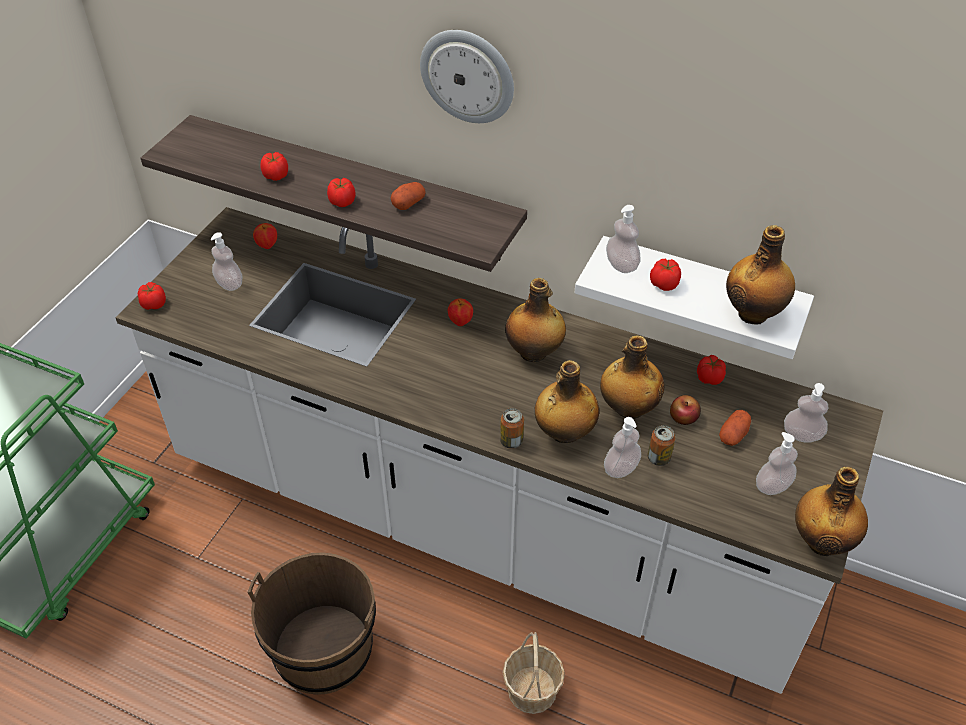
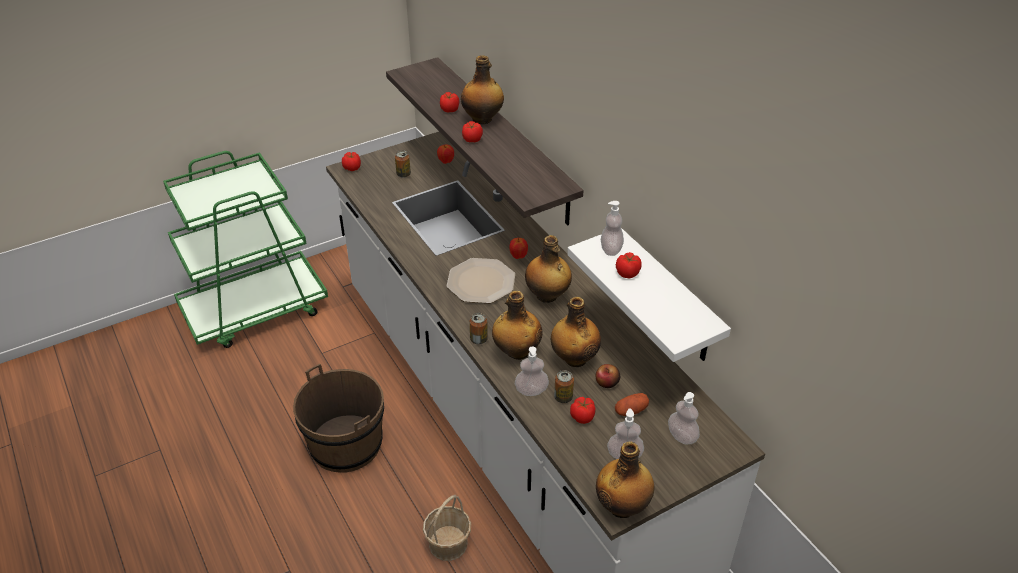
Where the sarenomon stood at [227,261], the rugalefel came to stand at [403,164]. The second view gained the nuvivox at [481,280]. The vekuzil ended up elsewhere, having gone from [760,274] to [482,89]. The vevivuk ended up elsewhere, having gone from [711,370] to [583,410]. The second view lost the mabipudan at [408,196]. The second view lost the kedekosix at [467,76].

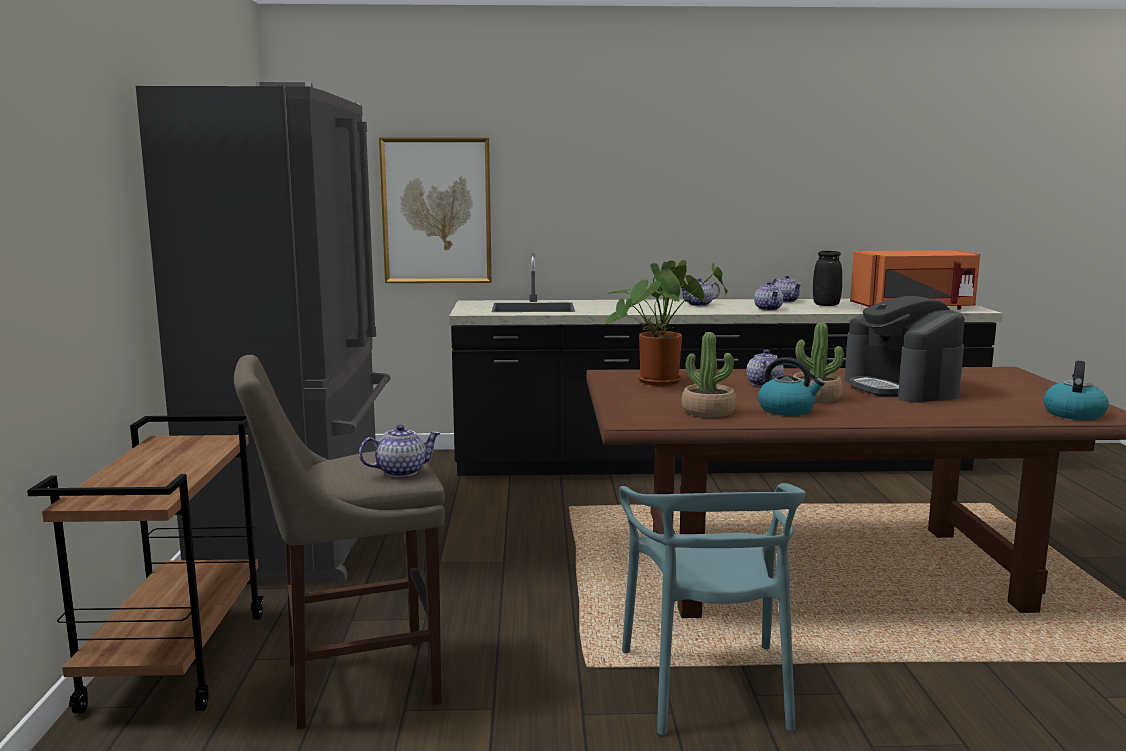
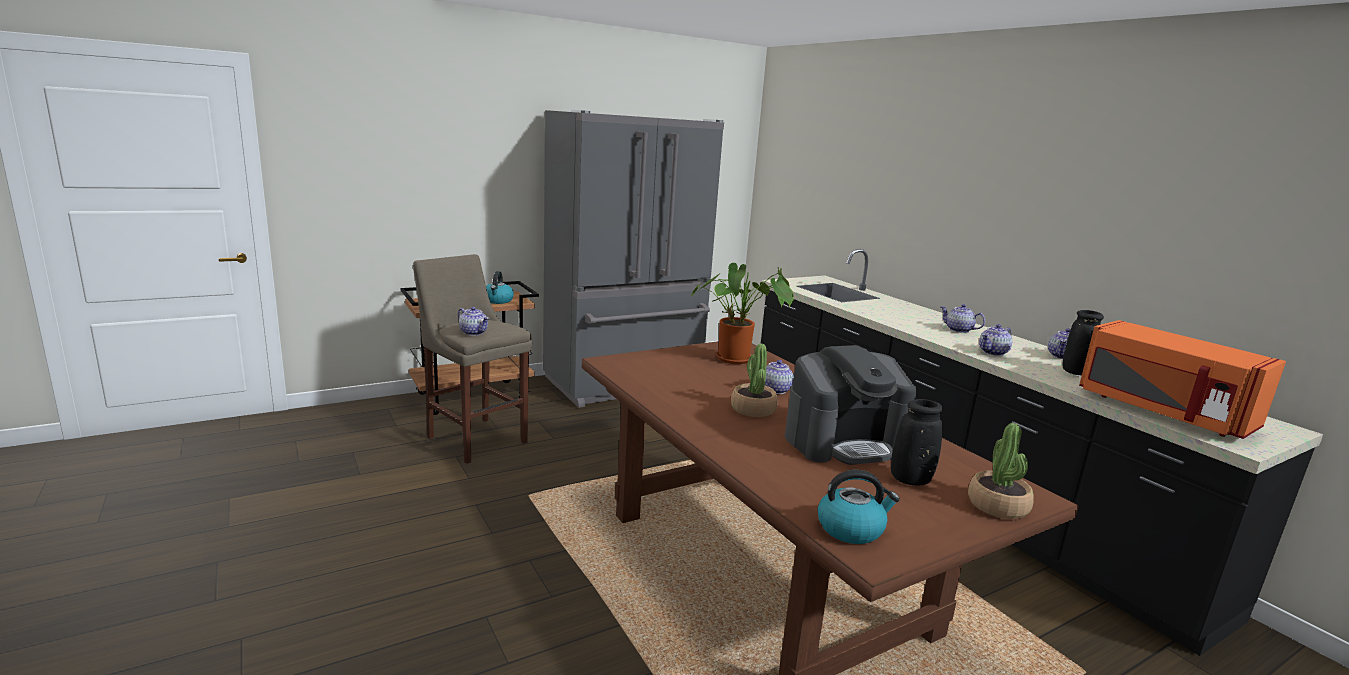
The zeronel ended up elsewhere, having gone from [791,386] to [500,287]. The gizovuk at [905,349] ended up facing another way, 150 degrees counterclockwise from before. The second view gained the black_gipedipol at [917,442]. The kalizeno ended up elsewhere, having gone from [708,374] to [1001,471]. The second view lost the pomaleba at [435,210]. The second view lost the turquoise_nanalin at [712,609].

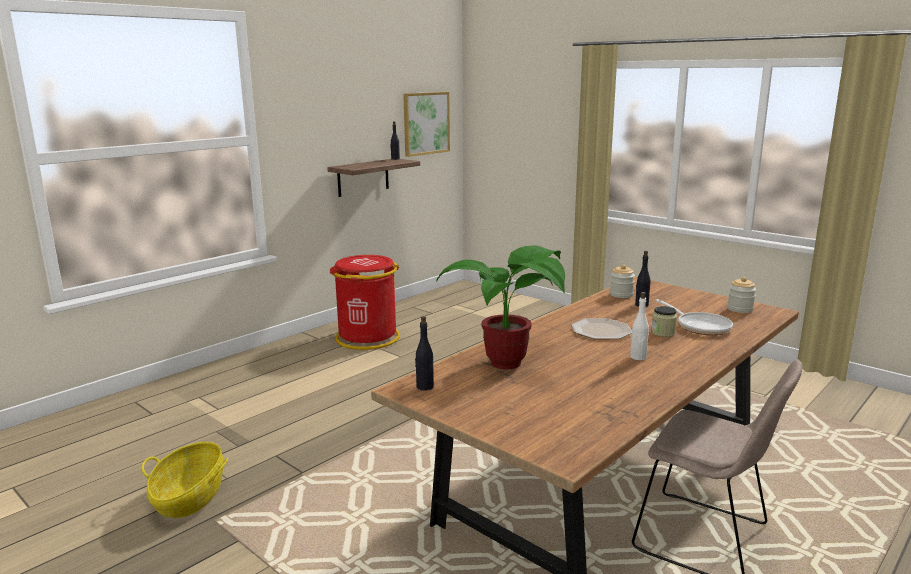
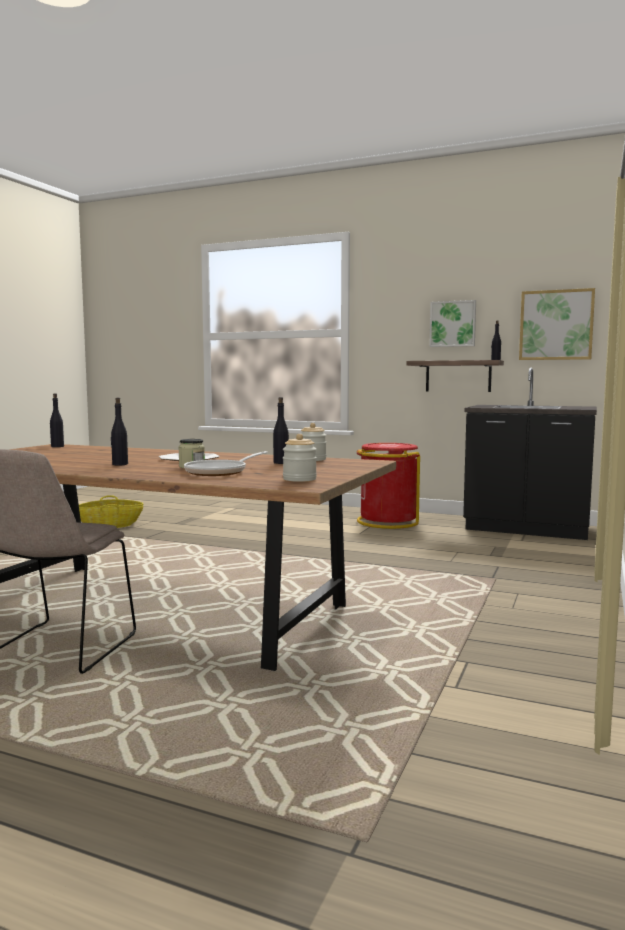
What was the white_vekuzil at [639,326] turned into the black_vekuzil at [119,432]. The second view gained the pomaleba at [452,323]. The second view gained the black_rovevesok at [530,453]. The second view lost the kalizeno at [500,307].

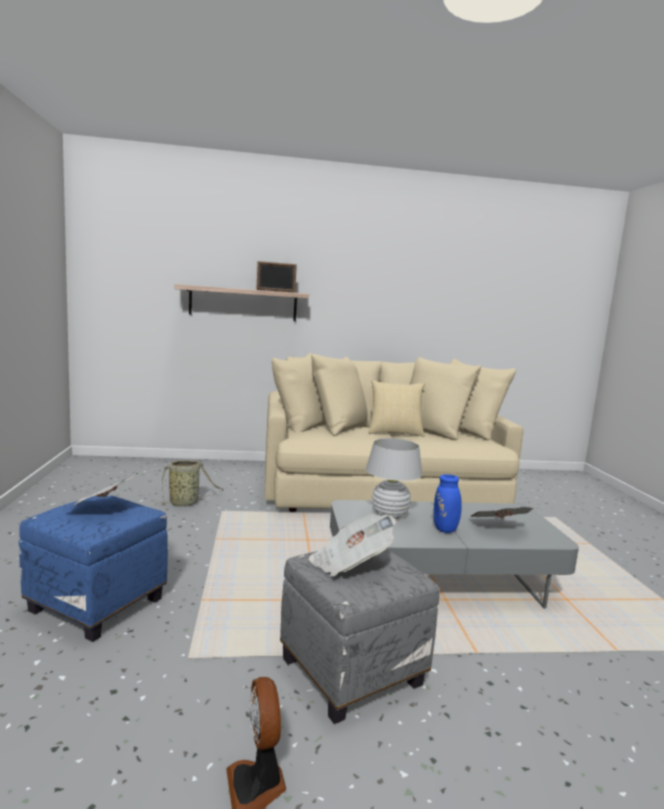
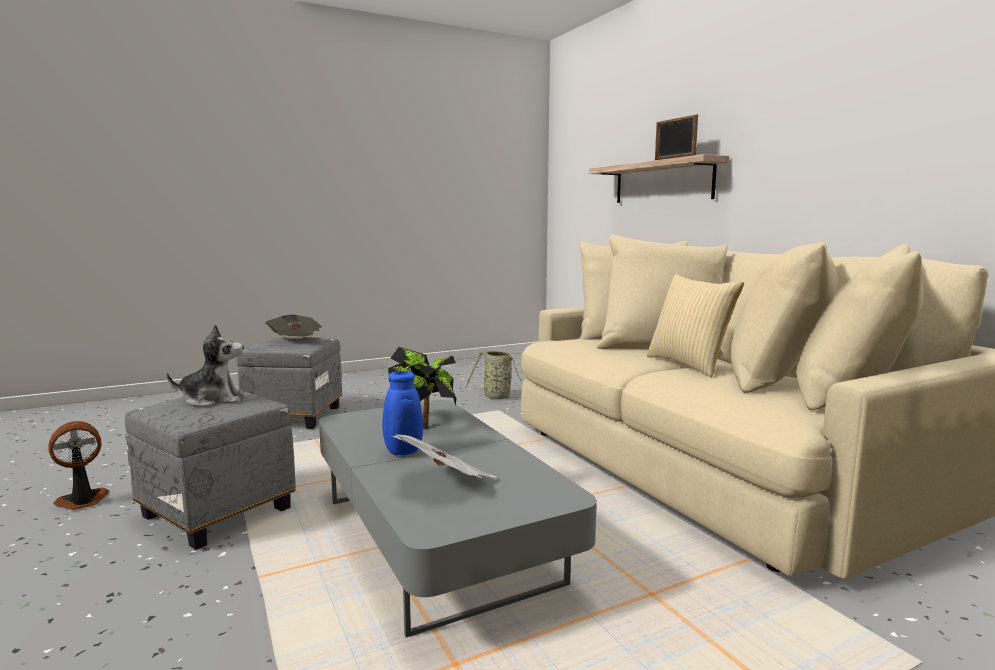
Where the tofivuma stood at [352,545], the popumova came to stand at [205,365]. What was the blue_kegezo at [93,568] turned into the grey_kegezo at [289,383]. Where the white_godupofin stood at [394,478], the kalizeno came to stand at [422,388].

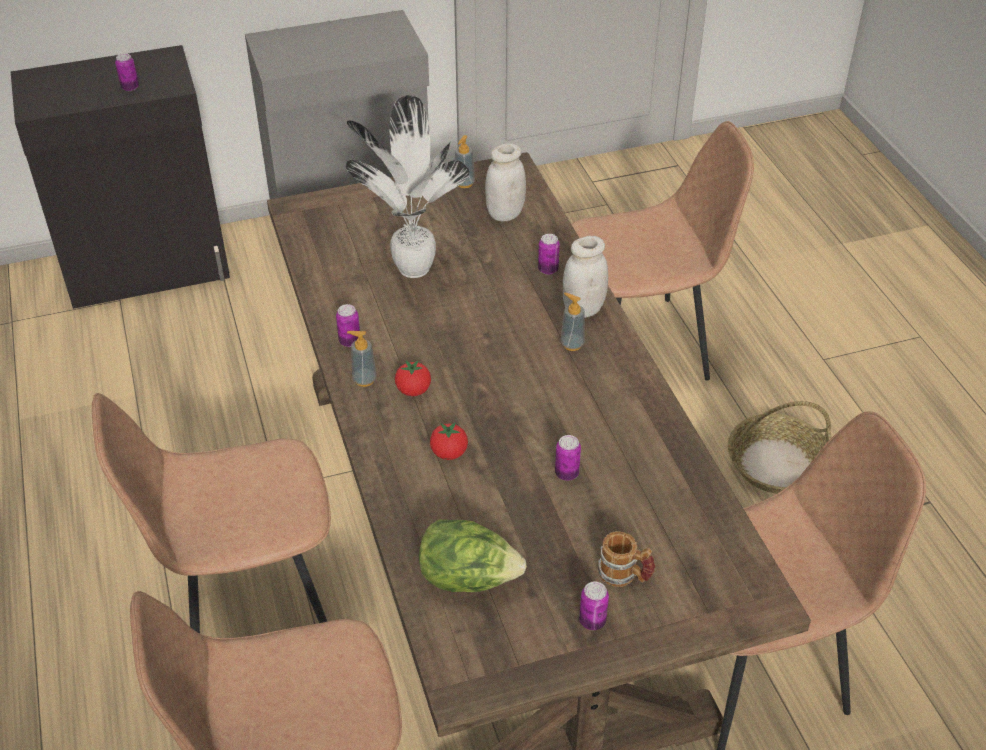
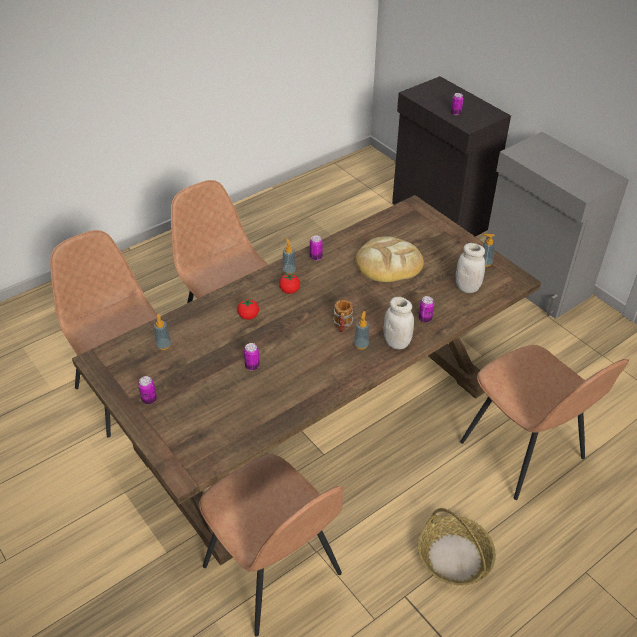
Where the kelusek stood at [473,555], the sarenomon came to stand at [162,332]. The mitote ended up elsewhere, having gone from [626,559] to [343,316]. Where the kalizeno stood at [407,186], the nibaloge came to stand at [390,259].

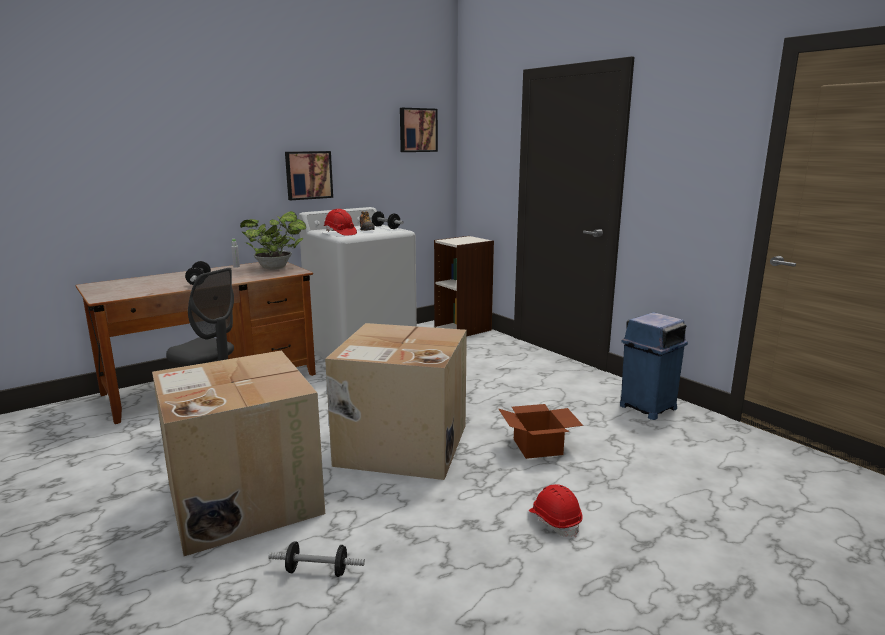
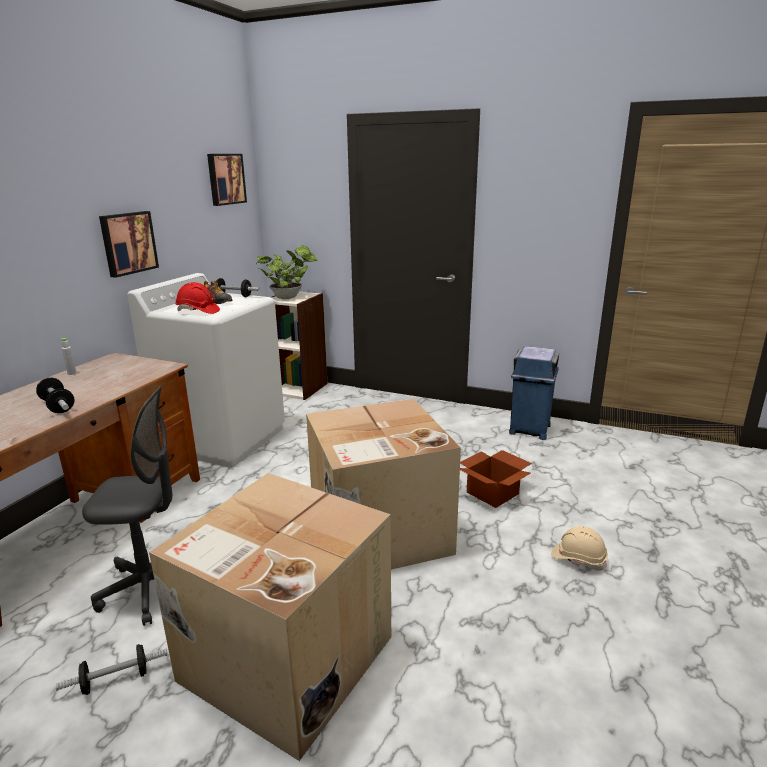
The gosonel ended up elsewhere, having gone from [317,559] to [111,669]. The kalizeno ended up elsewhere, having gone from [273,240] to [287,272]. What was the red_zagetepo at [556,510] turned into the beige_zagetepo at [579,548].

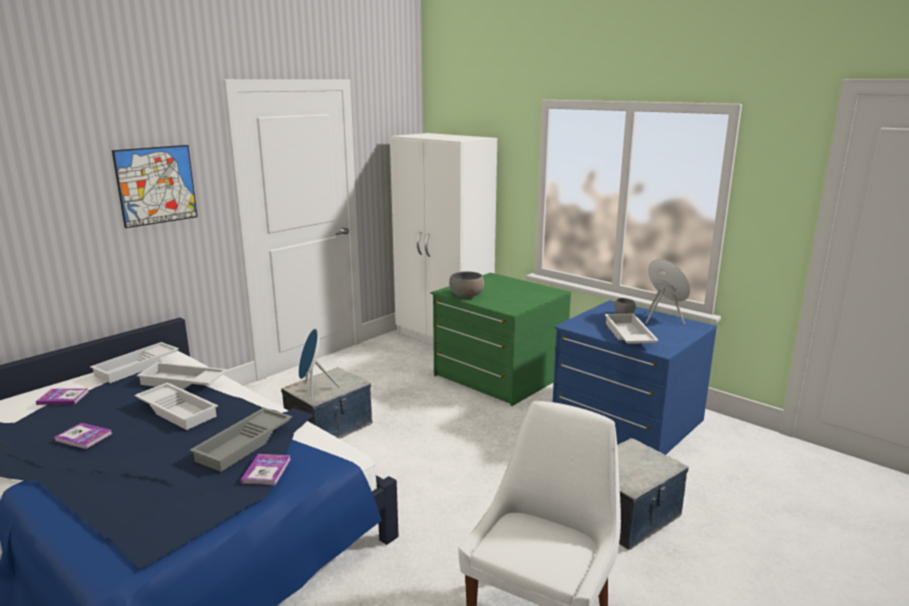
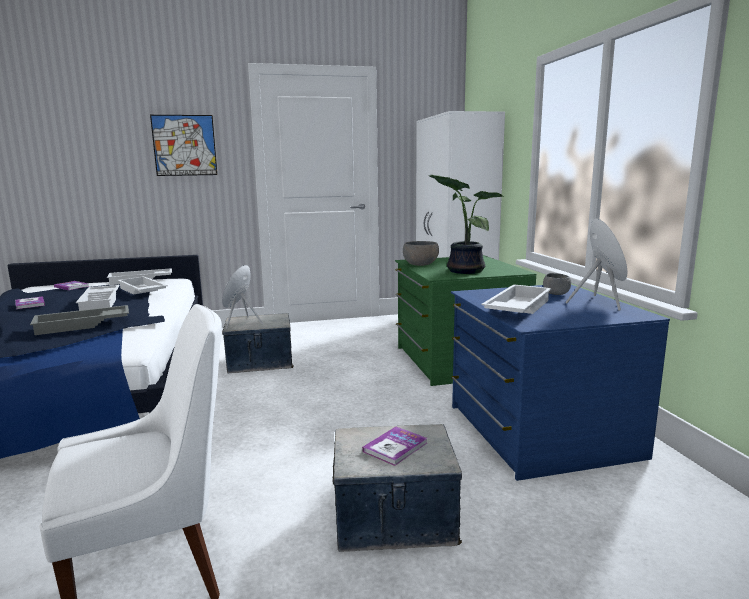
The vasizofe ended up elsewhere, having gone from [266,469] to [394,446]. The second view gained the kalizeno at [466,224].

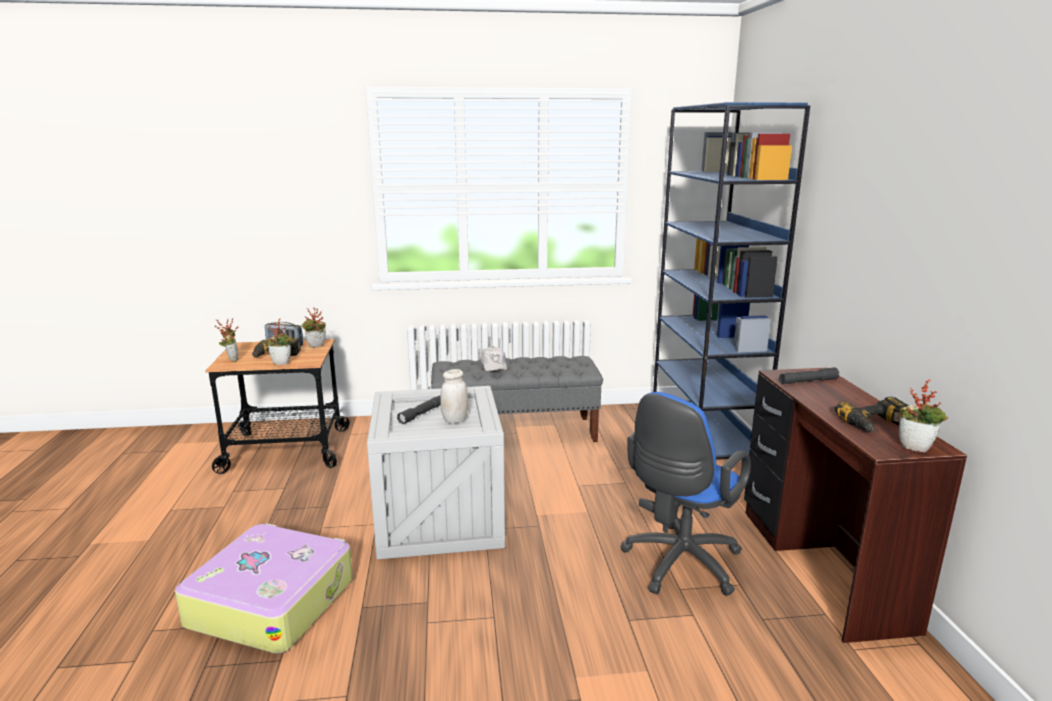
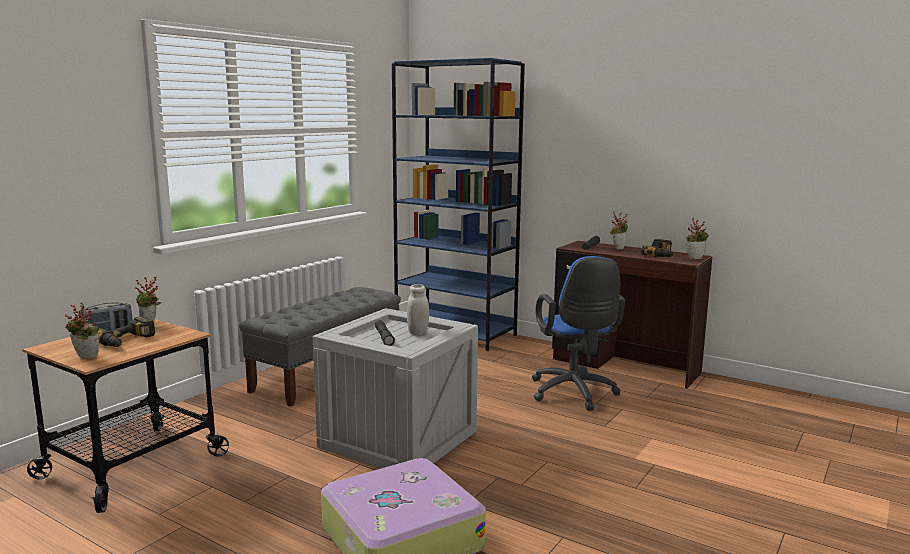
The kalizeno ended up elsewhere, having gone from [280,341] to [619,230]. The second view lost the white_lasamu at [494,359].

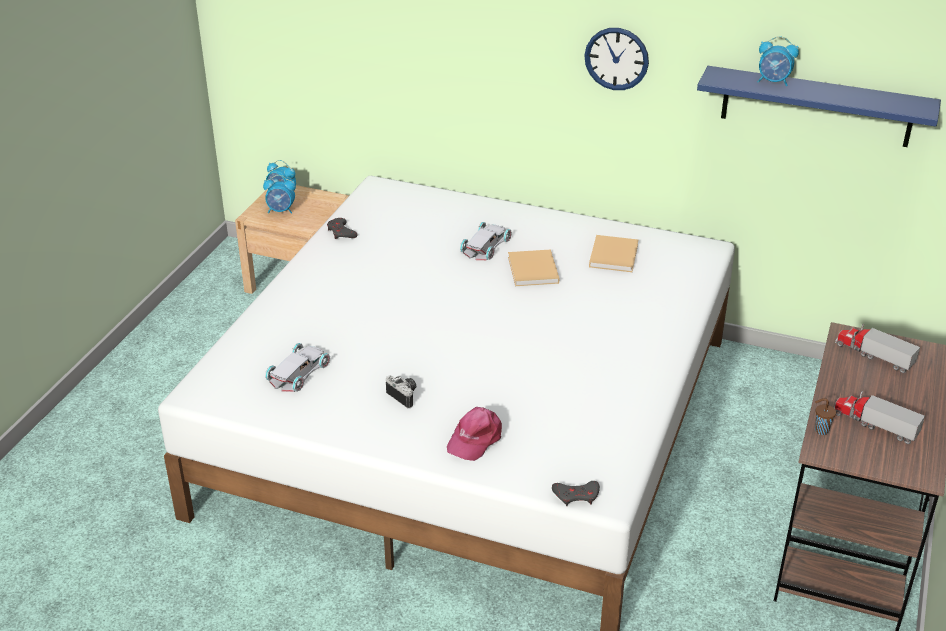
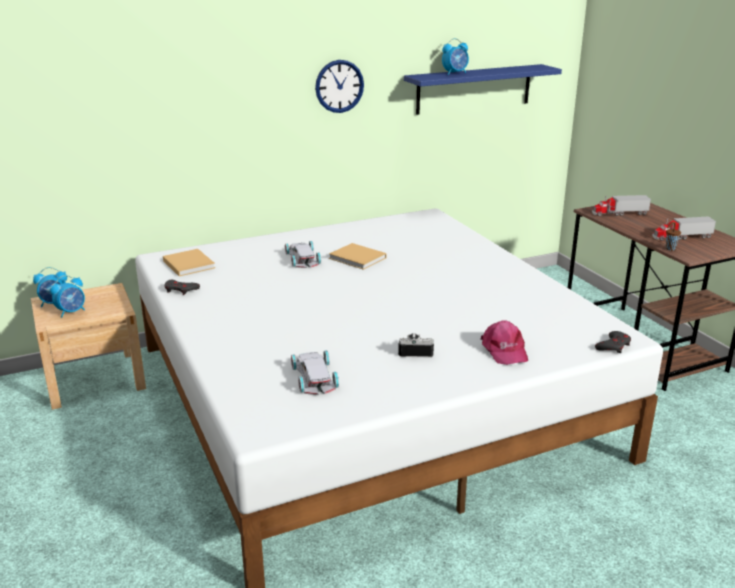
The beige_vasizofe ended up elsewhere, having gone from [613,253] to [189,262].

